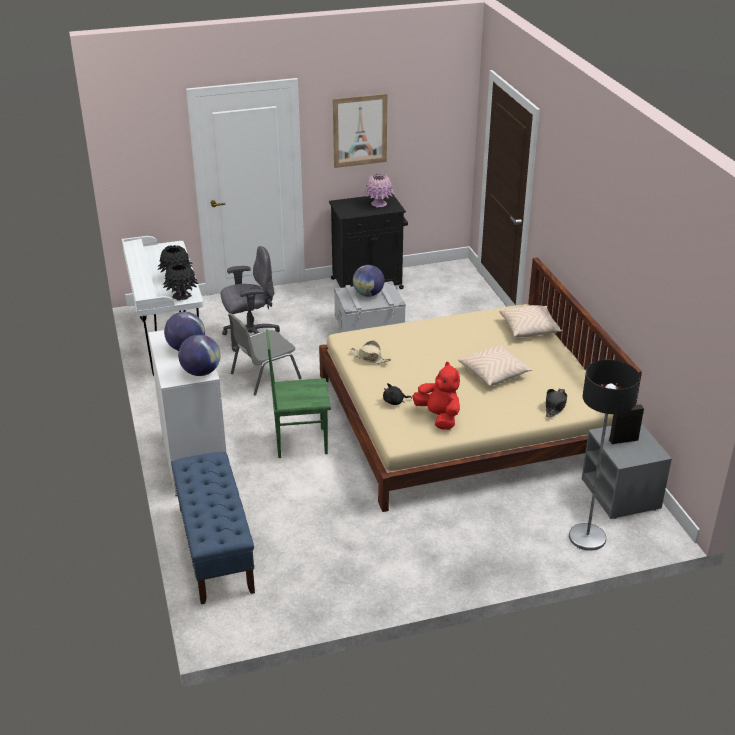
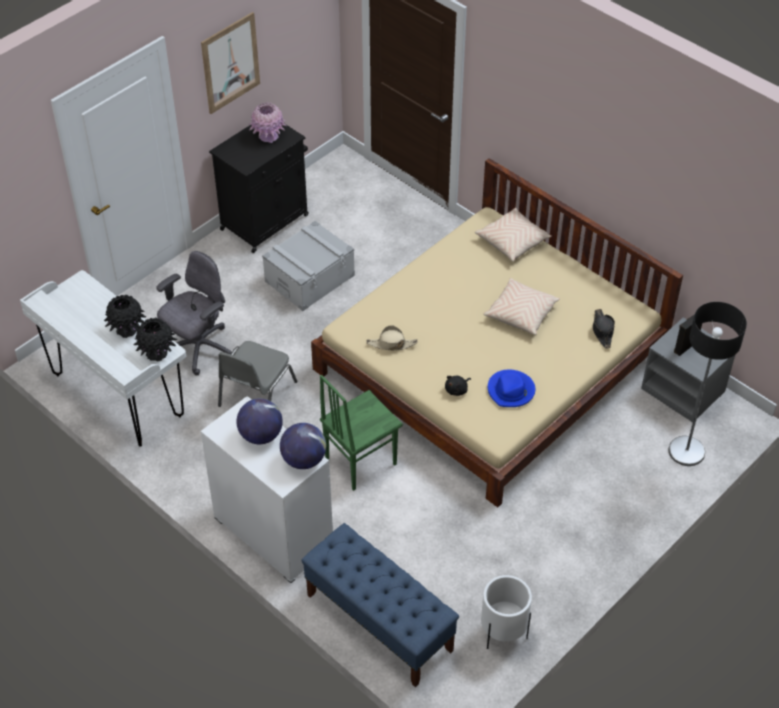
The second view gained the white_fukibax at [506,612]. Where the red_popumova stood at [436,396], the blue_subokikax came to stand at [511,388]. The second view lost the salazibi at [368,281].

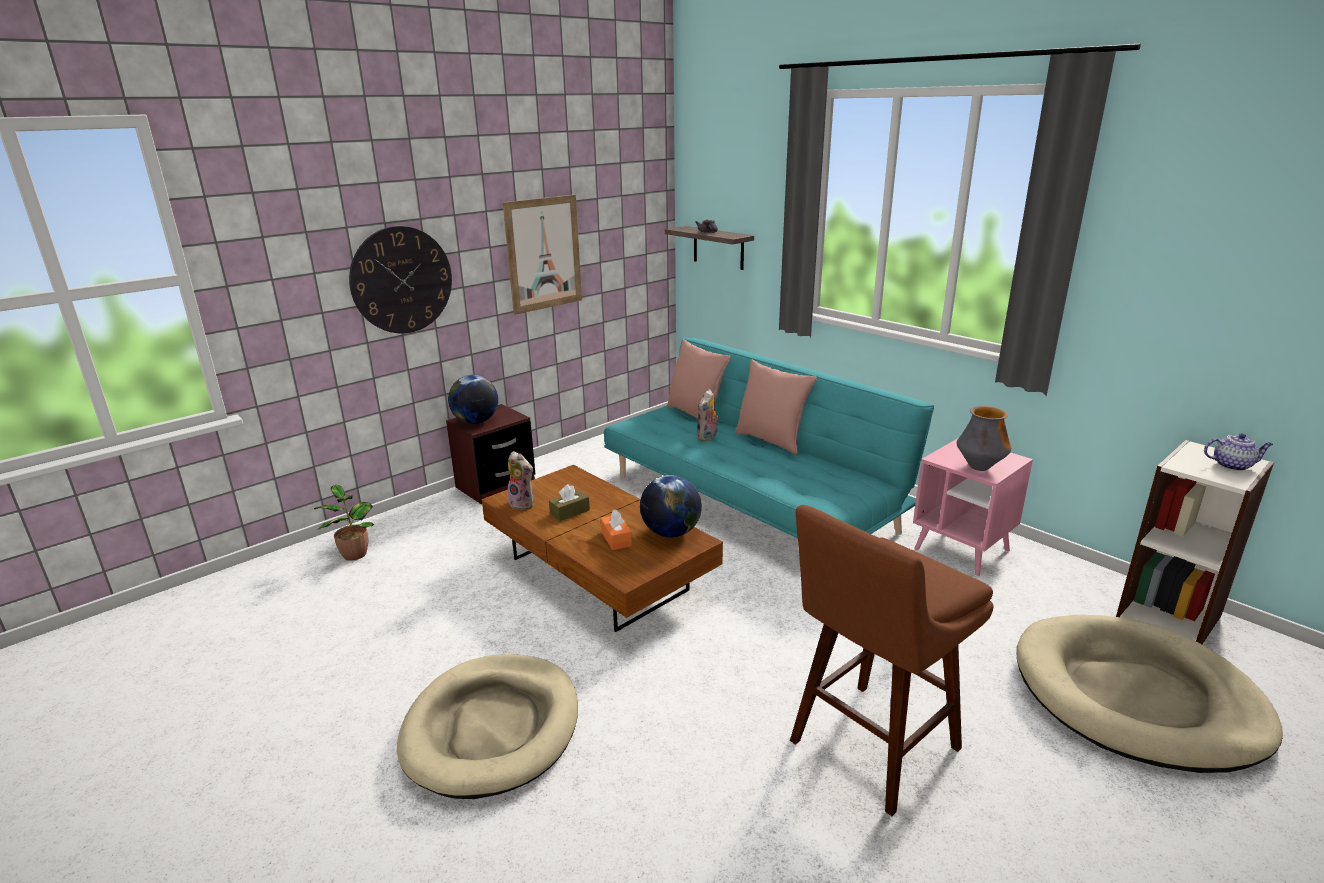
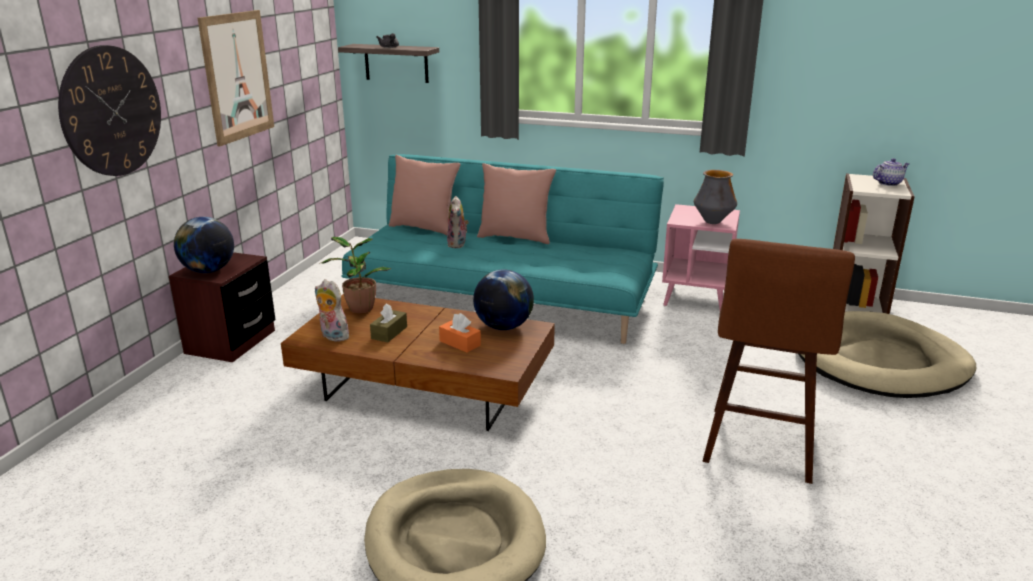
The popumova at [520,480] ended up facing another way, 150 degrees counterclockwise from before. The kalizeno ended up elsewhere, having gone from [344,523] to [355,275].

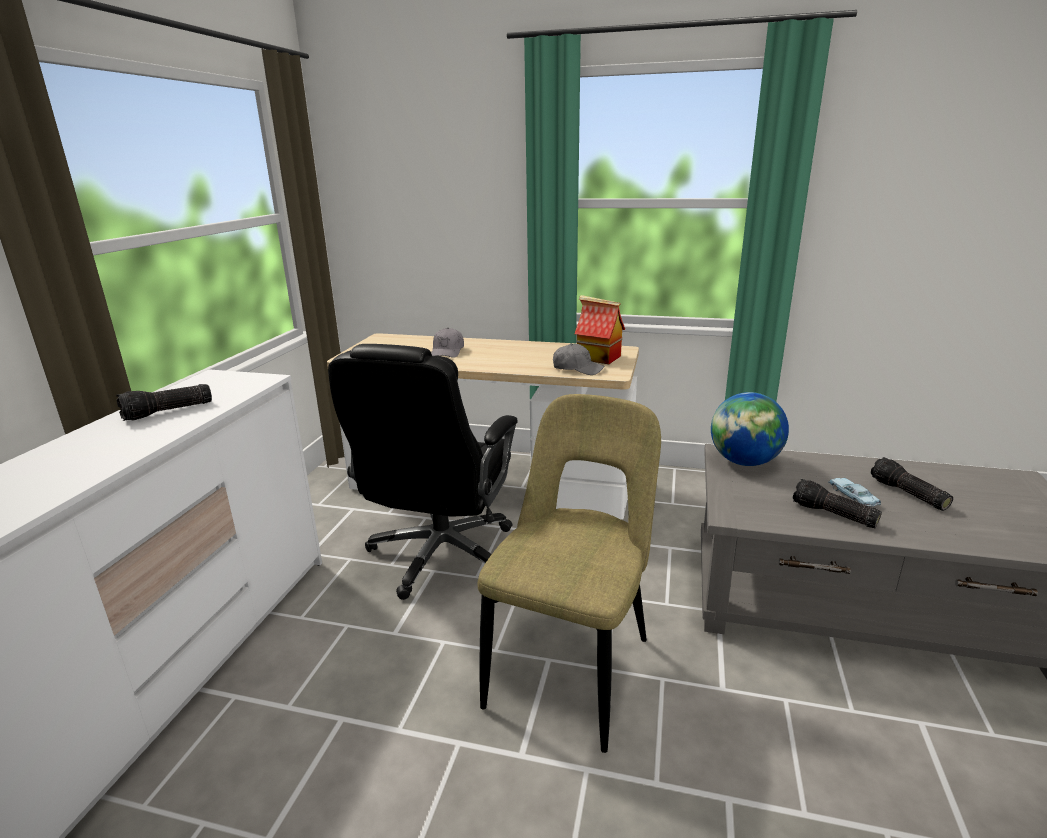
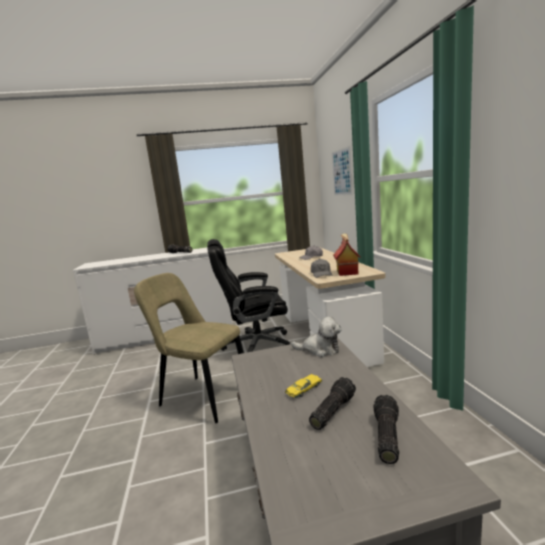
The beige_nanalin at [569,573] ended up facing another way, 150 degrees counterclockwise from before. What was the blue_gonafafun at [855,492] turned into the yellow_gonafafun at [304,386]. Where the salazibi stood at [750,429], the popumova came to stand at [316,337]. The second view gained the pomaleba at [342,171]. The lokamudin ended up elsewhere, having gone from [837,503] to [386,429].

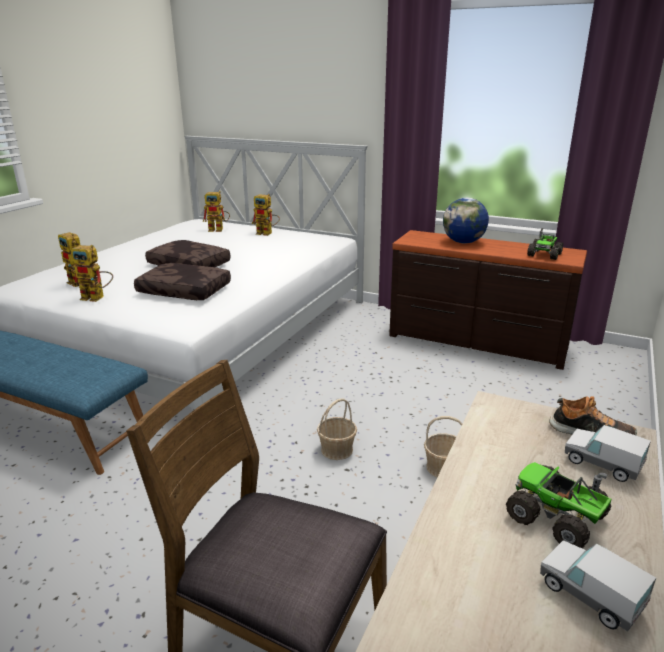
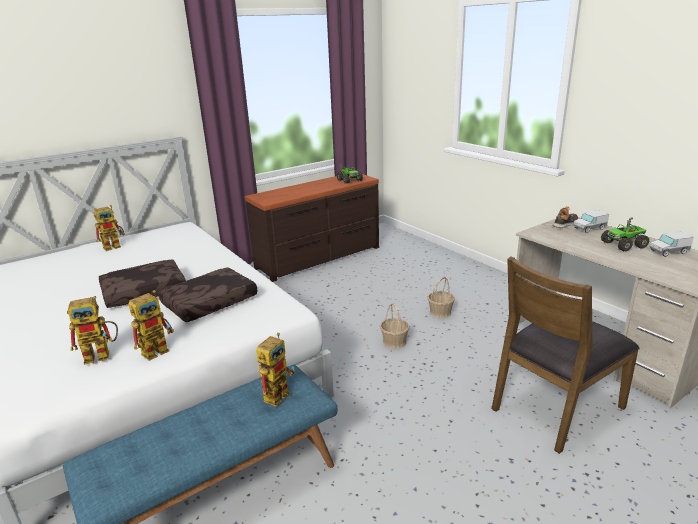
The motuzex ended up elsewhere, having gone from [216,211] to [275,370]. The second view lost the salazibi at [466,221].

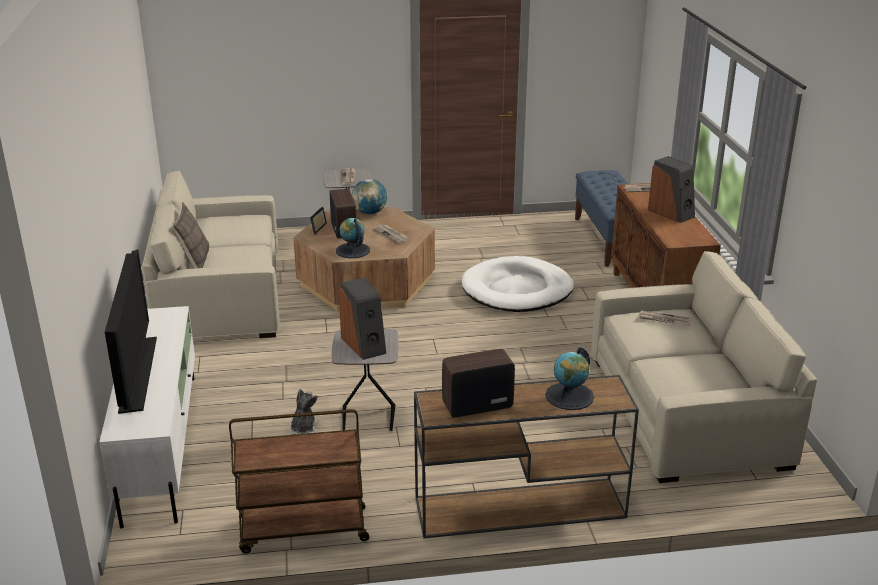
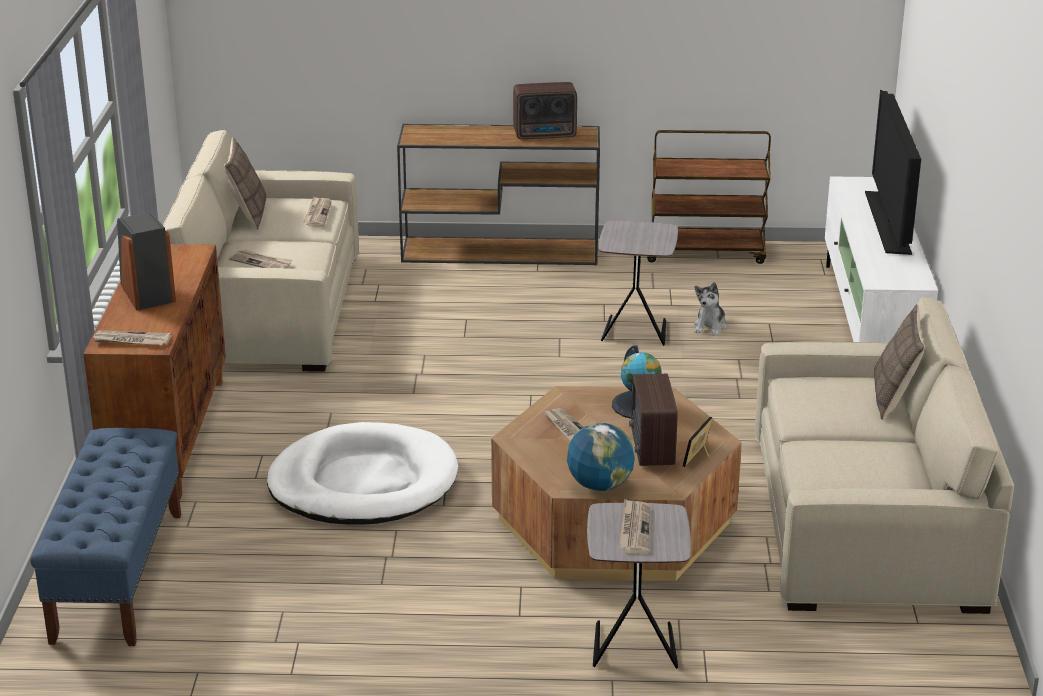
The second view gained the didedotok at [245,183]. The second view gained the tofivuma at [317,211]. The second view lost the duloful at [362,318]. The second view lost the salazibi at [569,378].

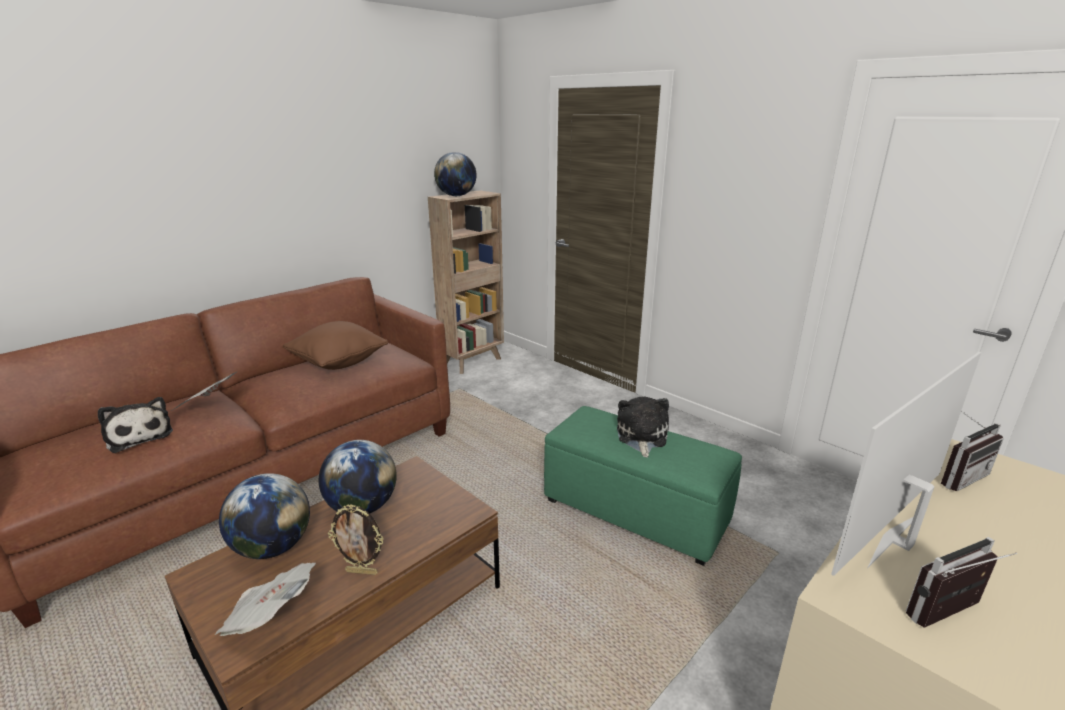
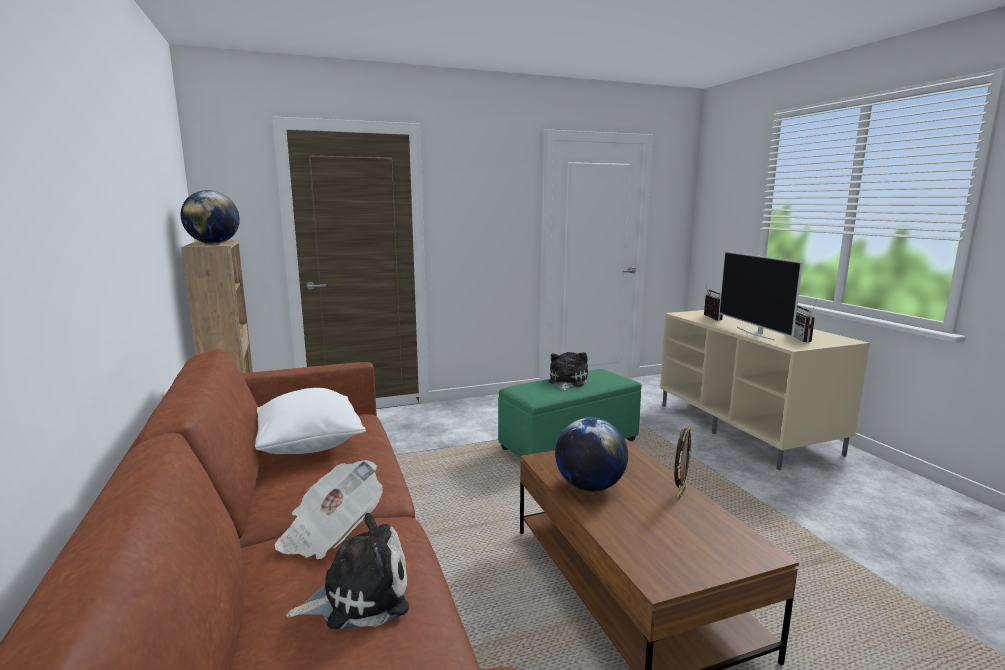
What was the brown_didedotok at [335,345] turned into the white_didedotok at [310,421]. The popumova at [643,427] ended up facing another way, 75 degrees clockwise from before. The second view lost the tofivuma at [264,599]. The second view lost the salazibi at [264,516].

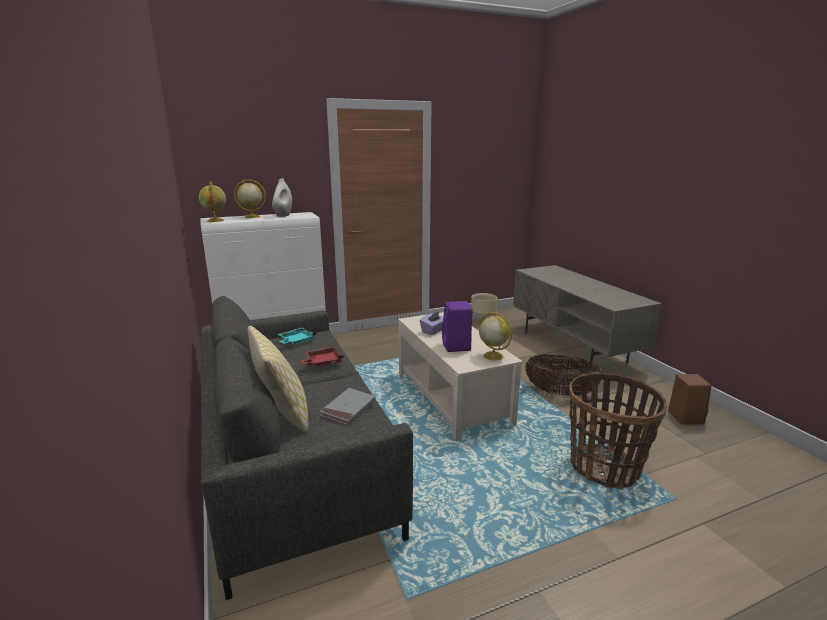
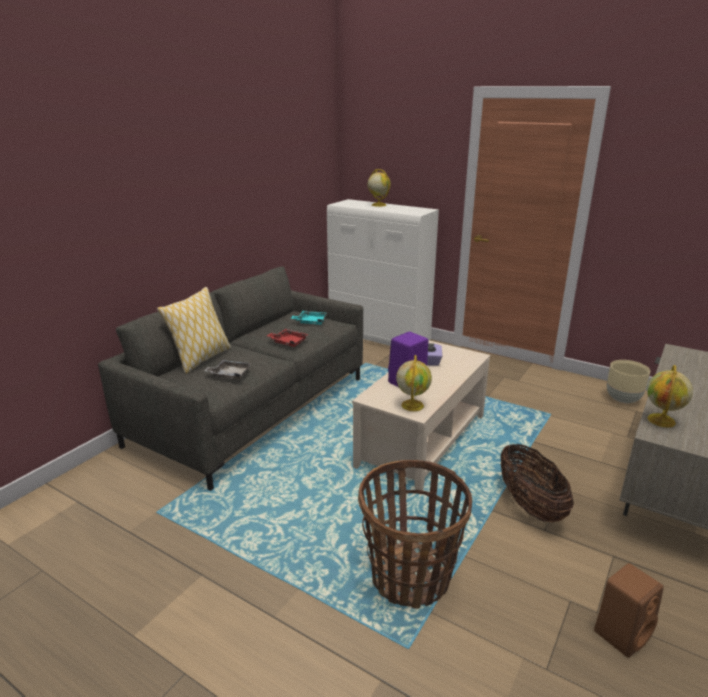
Where the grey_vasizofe stood at [348,406], the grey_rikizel came to stand at [227,370]. The salazibi ended up elsewhere, having gone from [212,202] to [670,396]. The second view lost the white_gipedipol at [282,197].

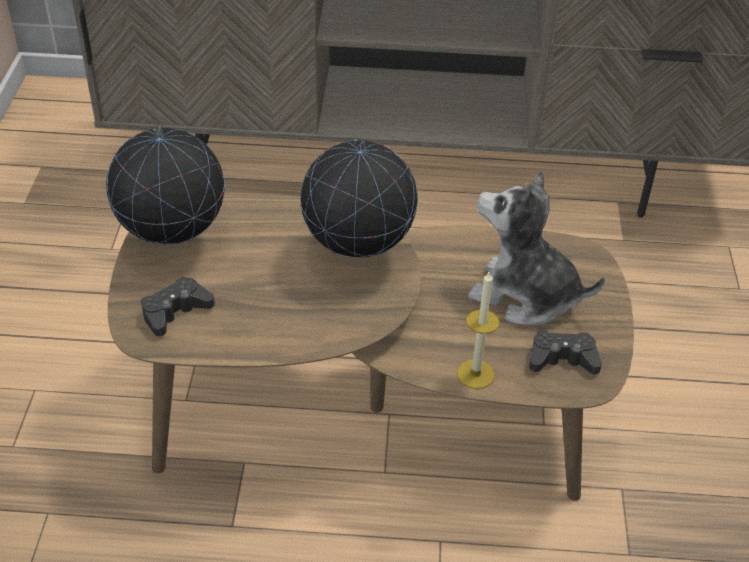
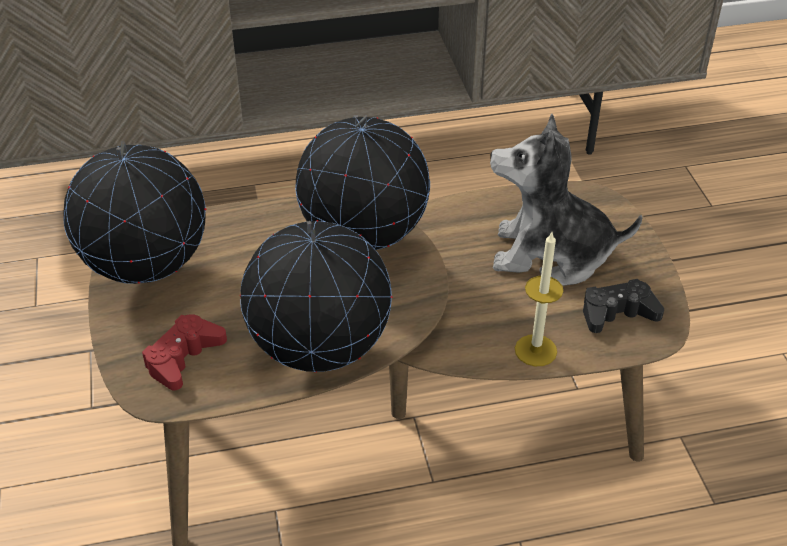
What was the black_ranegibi at [178,306] turned into the red_ranegibi at [184,352]. The second view gained the salazibi at [316,296].

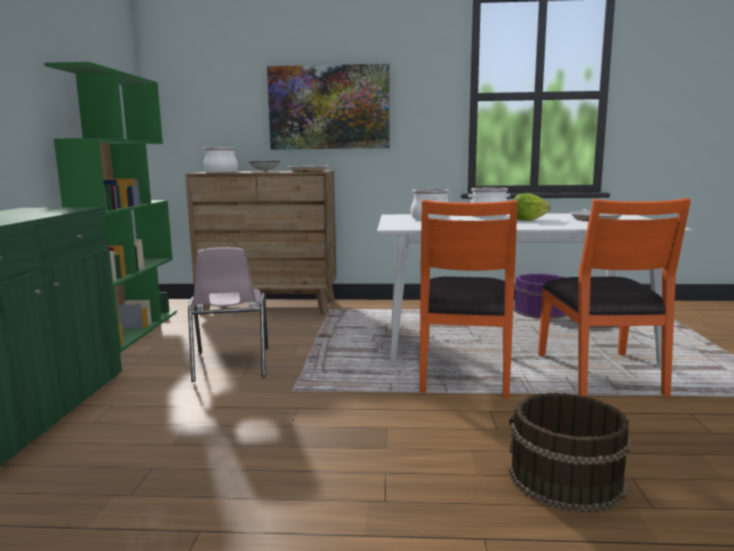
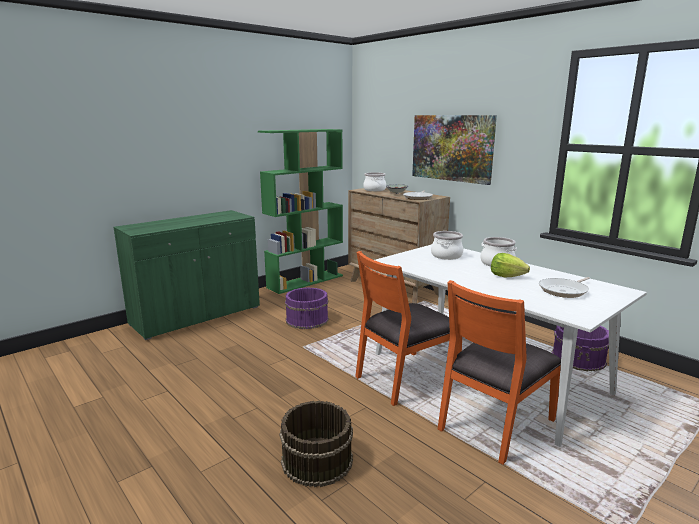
Where the pink_nanalin stood at [228,314], the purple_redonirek came to stand at [307,308].

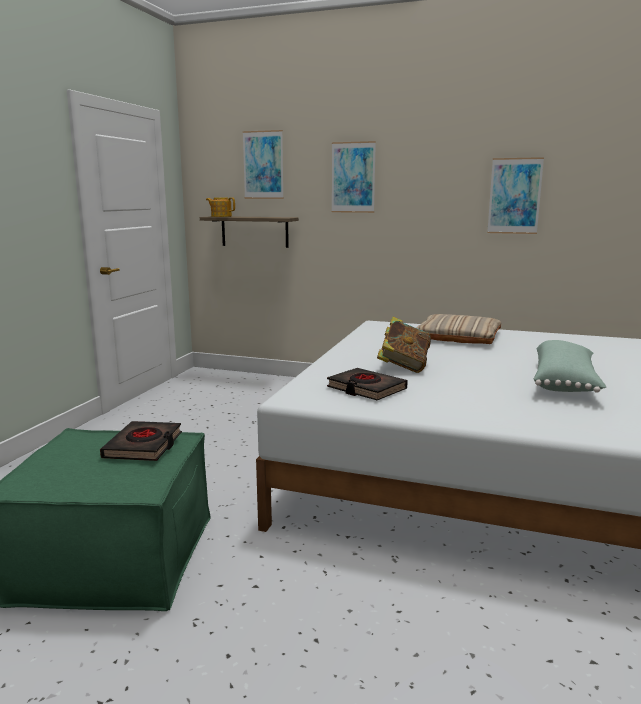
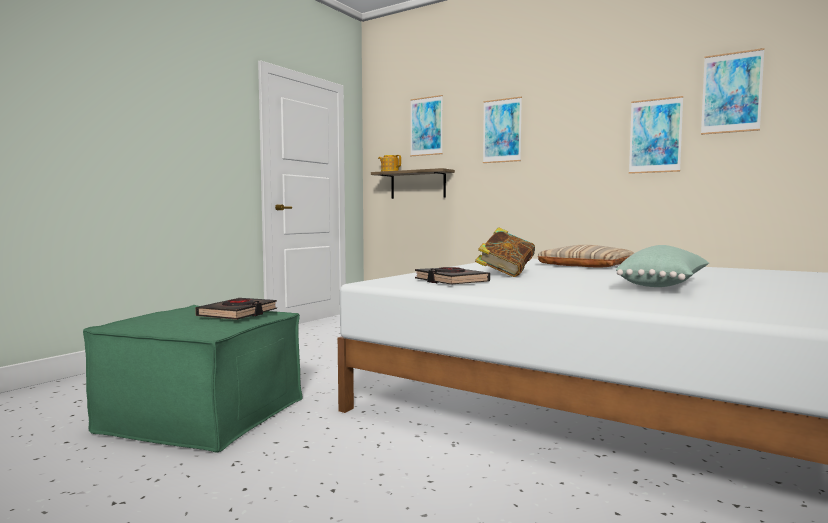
The second view gained the pomaleba at [732,91].

